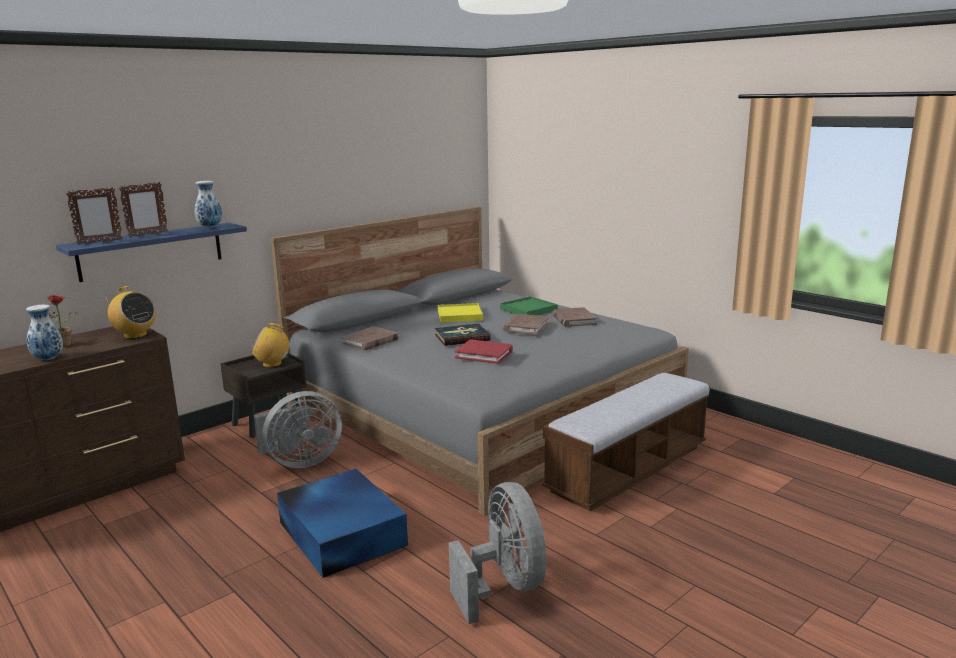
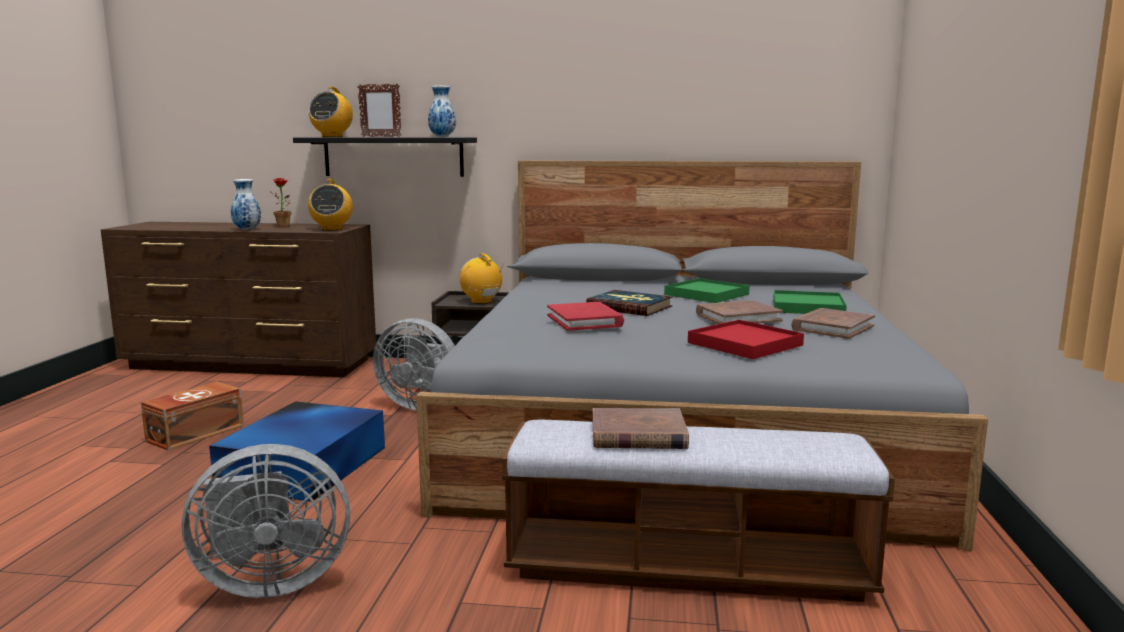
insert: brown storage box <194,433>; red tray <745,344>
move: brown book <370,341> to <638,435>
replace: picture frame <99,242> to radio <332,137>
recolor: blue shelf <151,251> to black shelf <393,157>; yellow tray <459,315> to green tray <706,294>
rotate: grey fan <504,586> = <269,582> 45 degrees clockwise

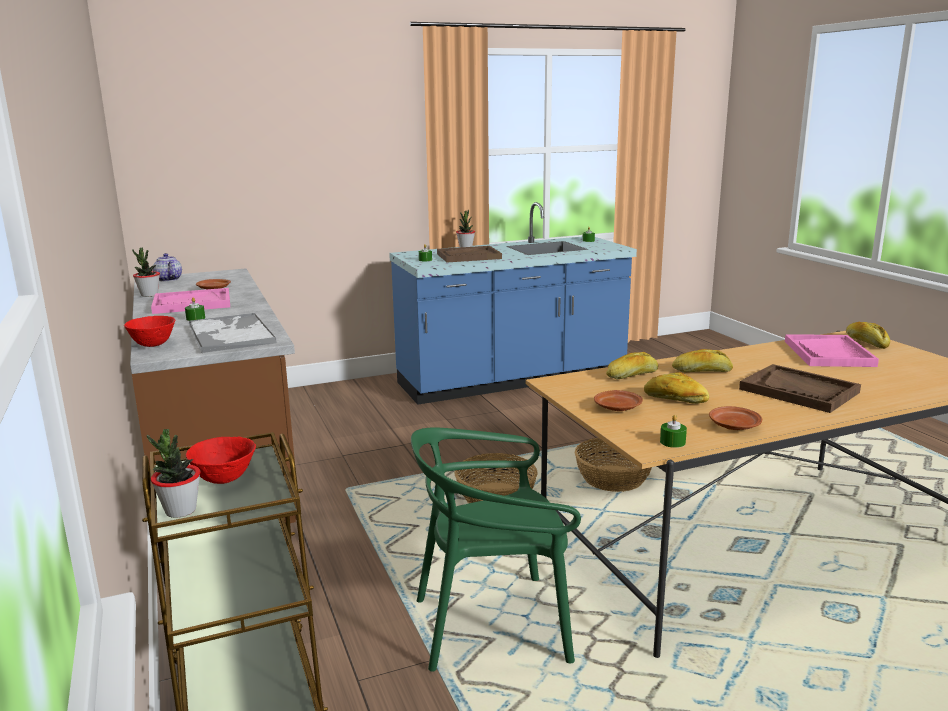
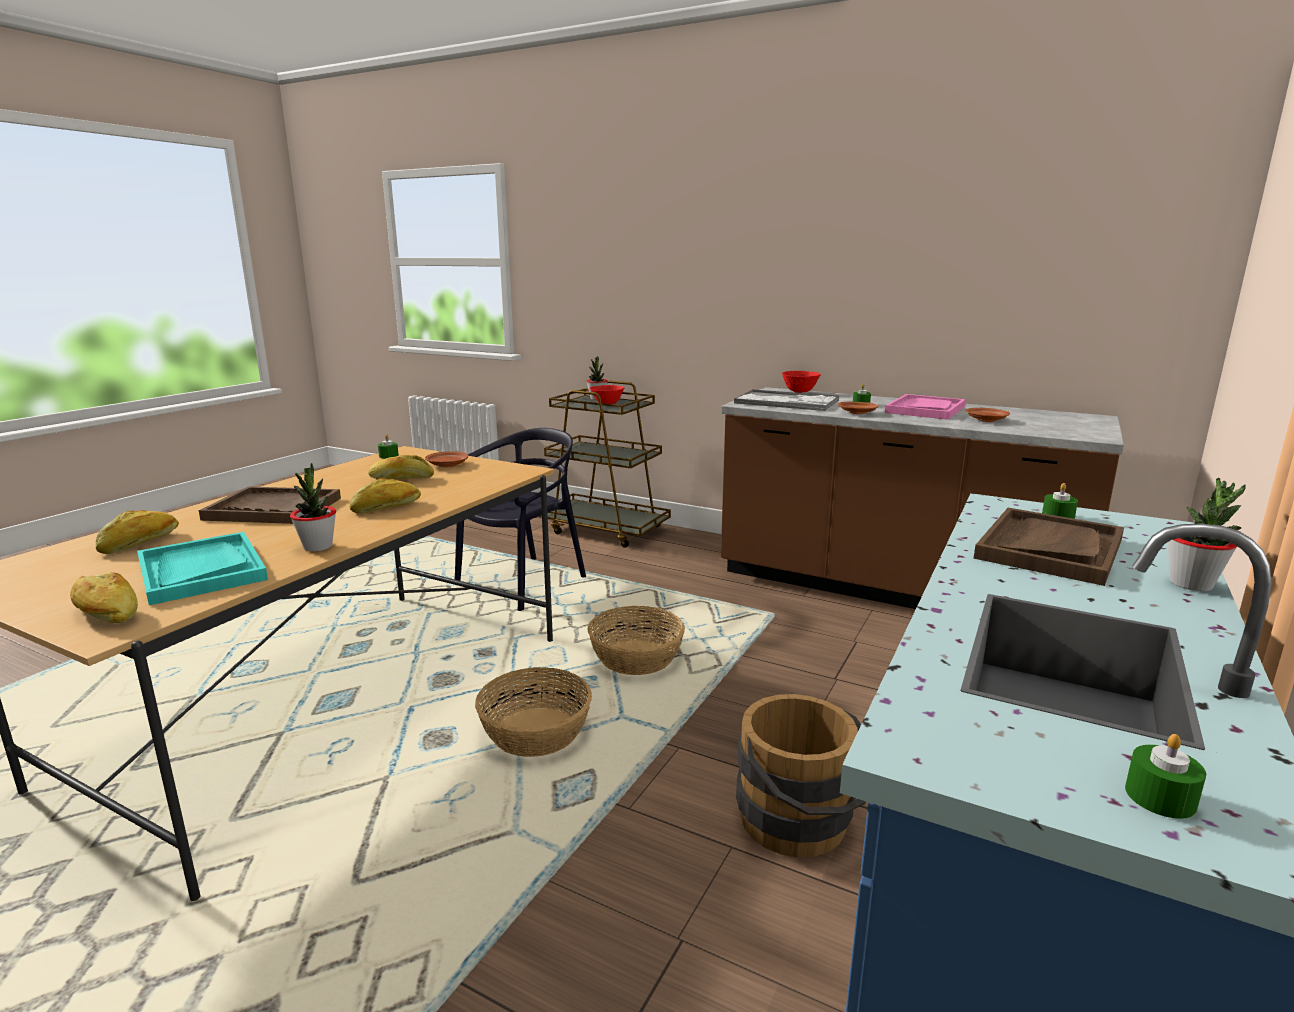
delete: teapot <168,279>
insert: brown bucket <801,825>
move: potted plant <149,295> to <318,547>; bread <632,375> to <140,543>; brown plate <734,426> to <858,413>
recolor: green chair <492,625> to black chair <522,582>; pink tray <829,353> to turquoise tray <201,570>

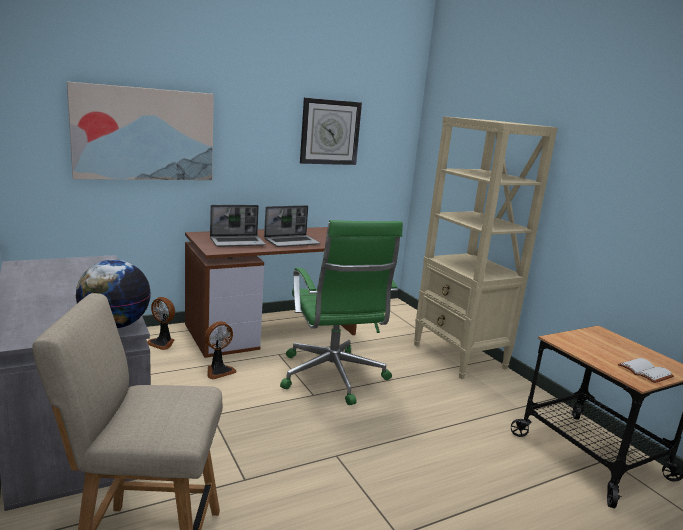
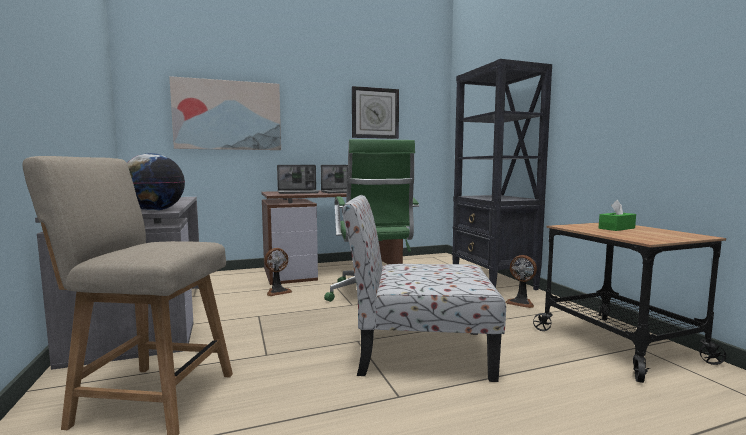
delete: white book <643,371>
insert: chair <419,352>; green tissue box <616,228>
move: fan <162,343> to <521,302>
recolor: beige bookcase <459,357> to black bookcase <493,283>

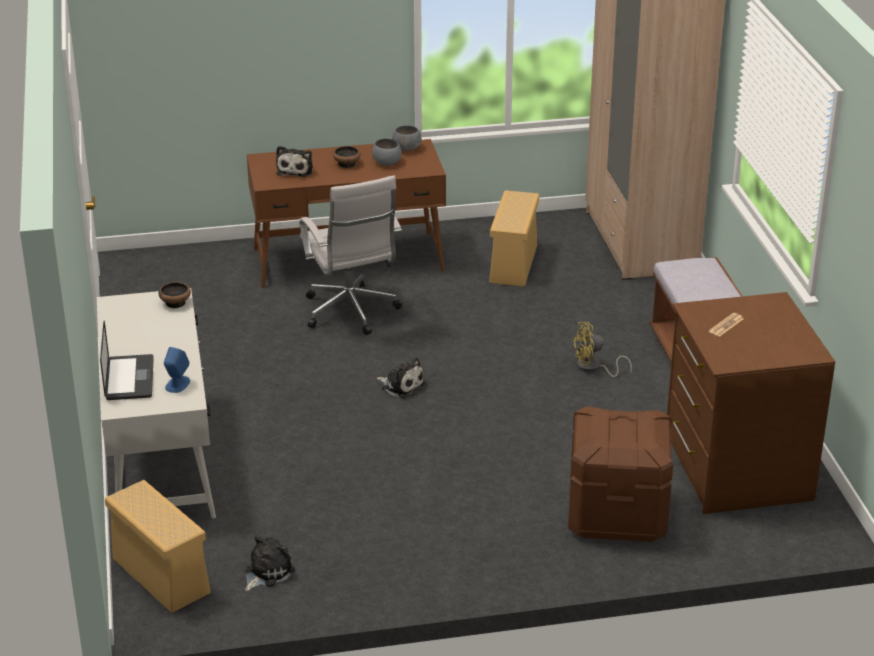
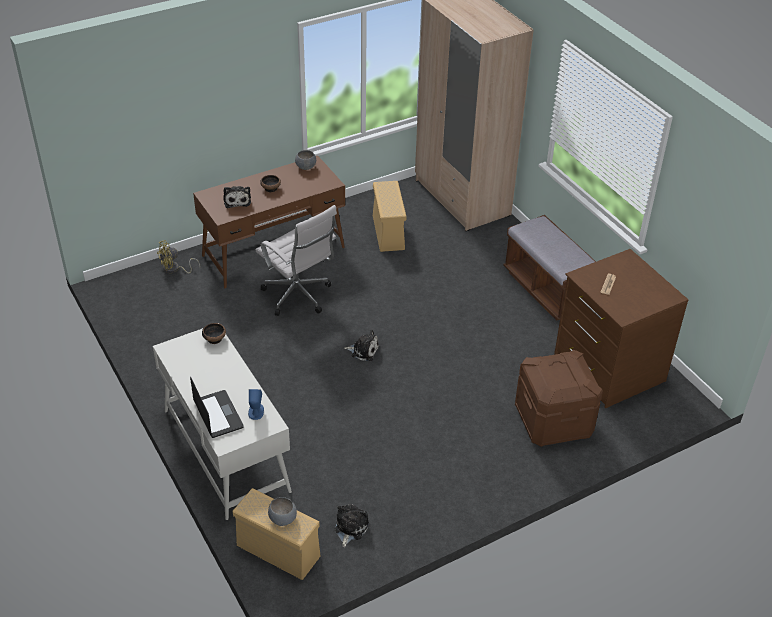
move: grey bowl <386,163> to <283,519>; yellow fan <593,368> to <174,269>

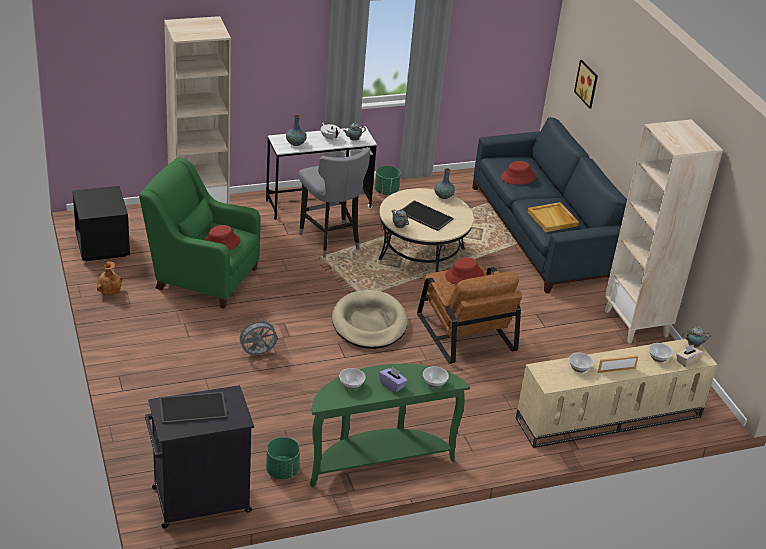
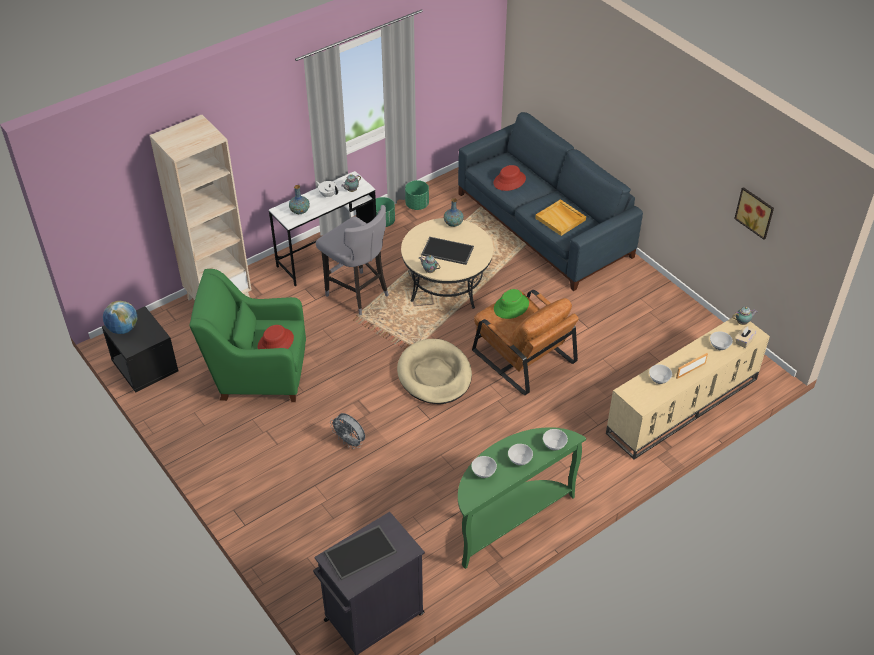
delete: brown vase <109,292>; beige bookcase <636,324>
insert: globe <123,329>
move: green planter <282,471> to <417,205>; picture <588,83> to <755,212>
replace: purple tissue box <392,385> to bowl <519,460>
recolor: red hat <464,276> to green hat <511,306>
rotate: grey fan <257,354> = <350,442> 105 degrees counterclockwise

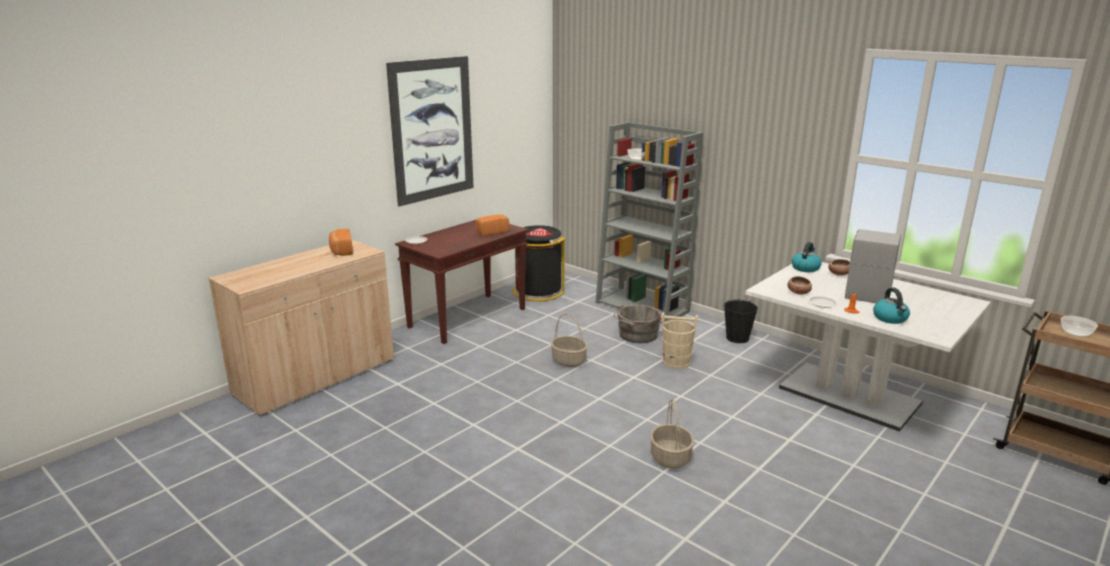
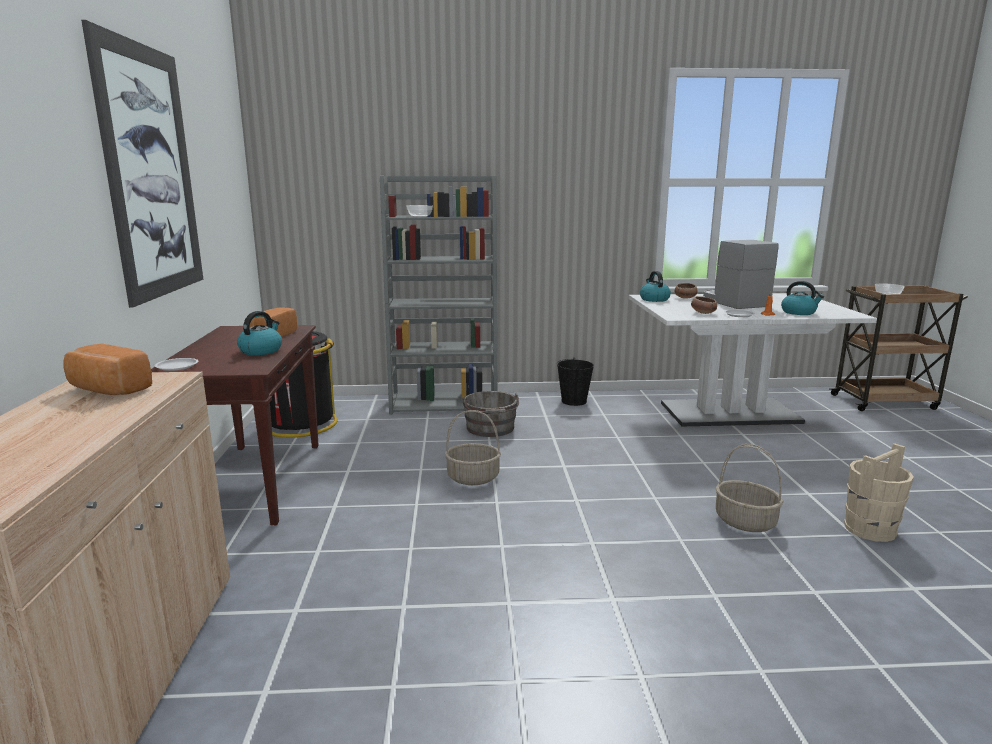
insert: kettle <261,350>
move: beige bucket <676,362> to <870,529>

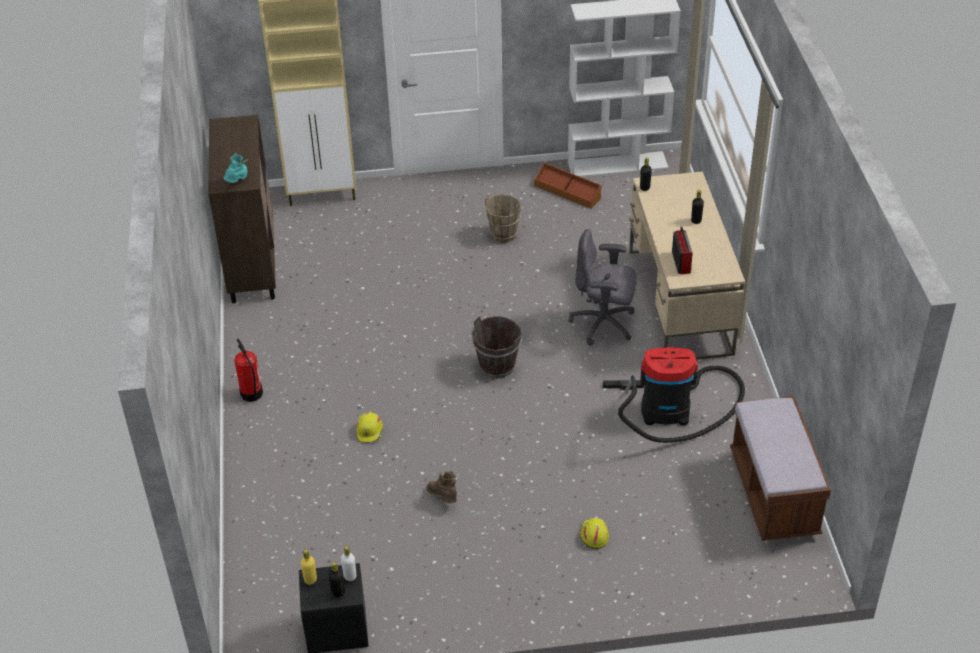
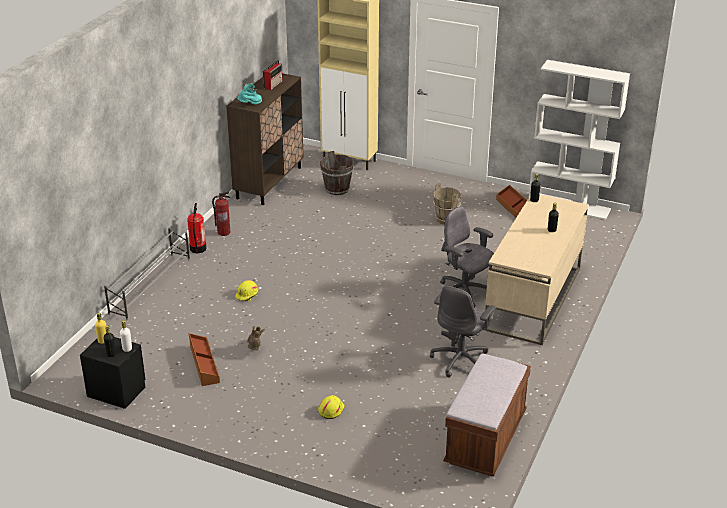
insert: grey shoe rack <151,286>; brown storage box <203,364>; fire extinguisher <224,232>
move: brown bucket <497,366> to <337,189>; radio <681,261> to <273,84>
replace: vacuum cleaner <671,410> to grey office chair <461,360>

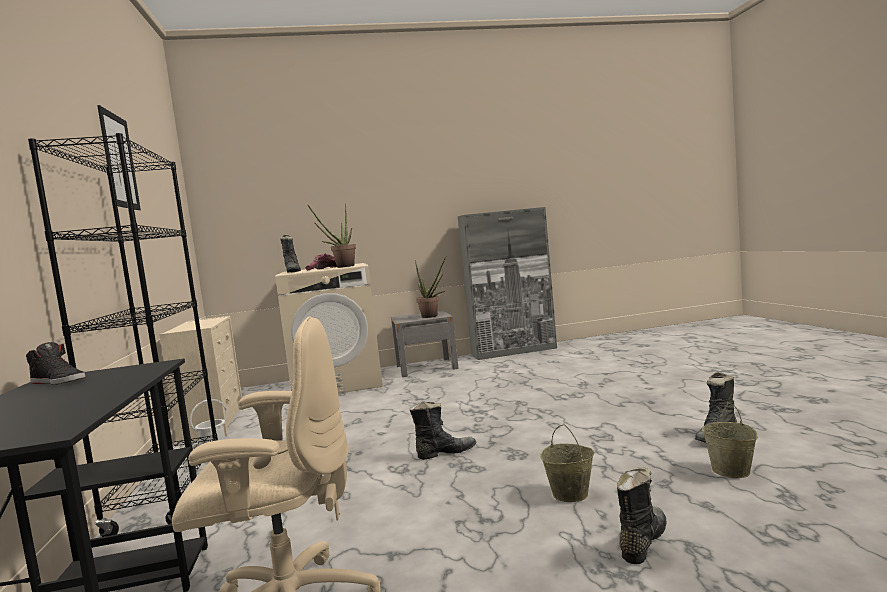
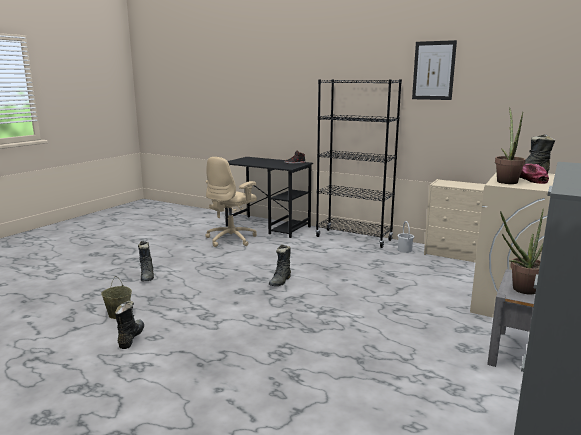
delete: beige bucket <569,494>

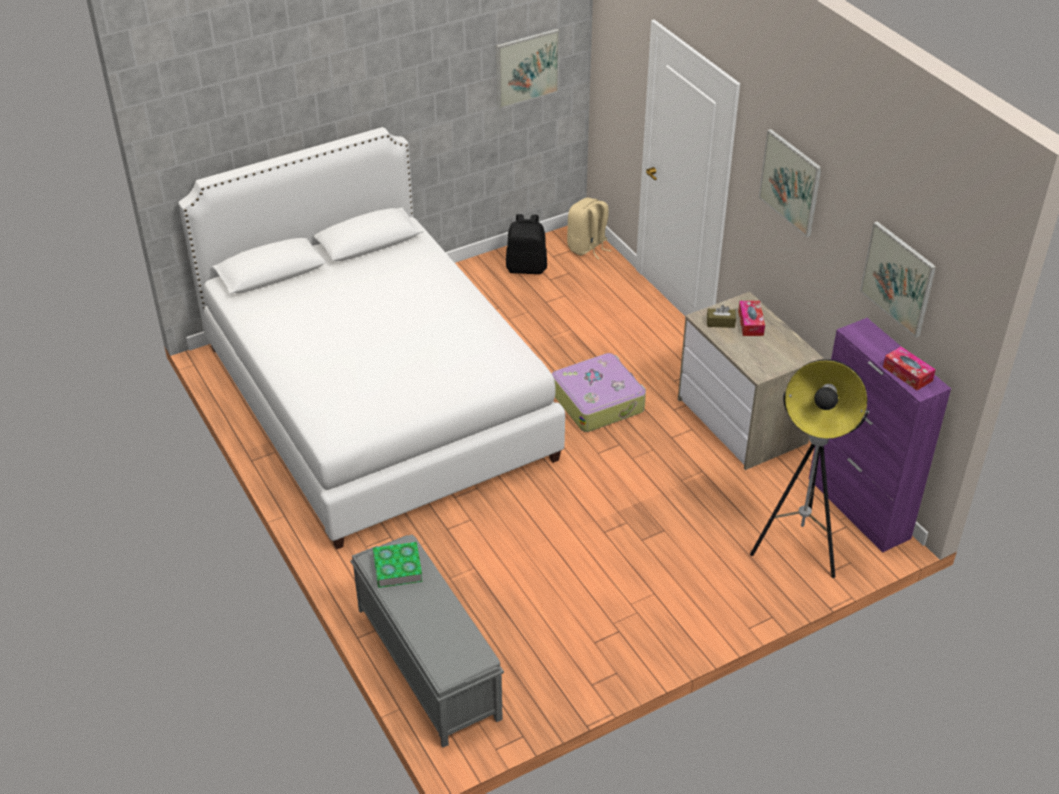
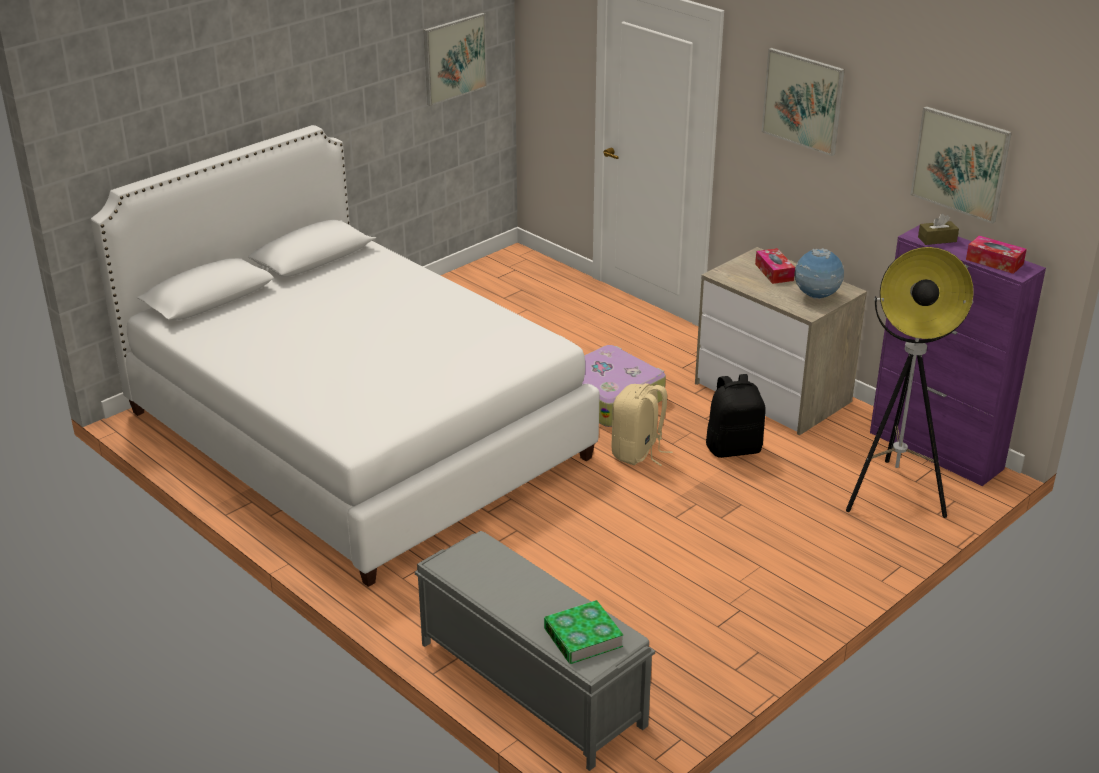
insert: globe <816,297>
move: book <397,568> to <583,637>; black backpack <526,268> to <734,448>; beige backpack <587,247> to <638,453>; brown tissue box <720,322> to <937,239>

